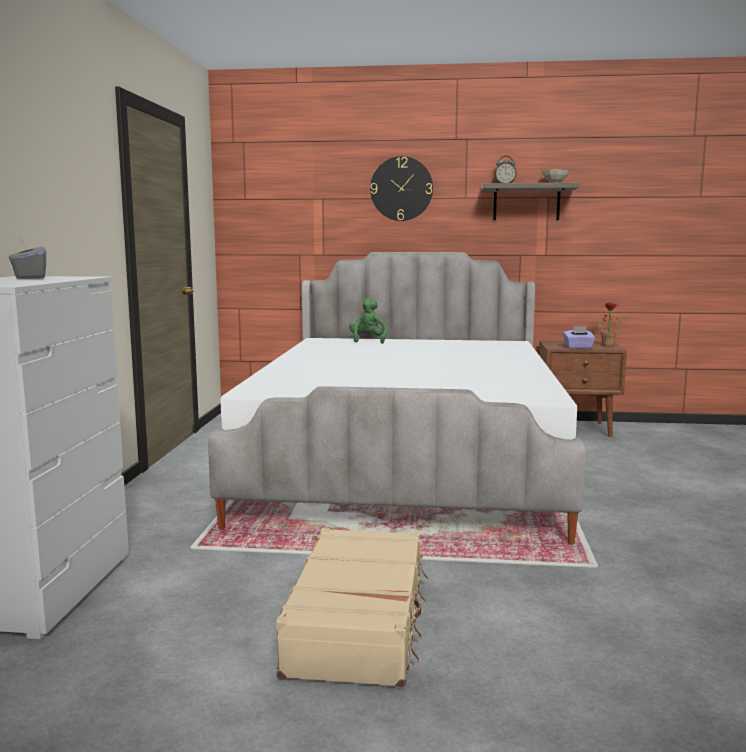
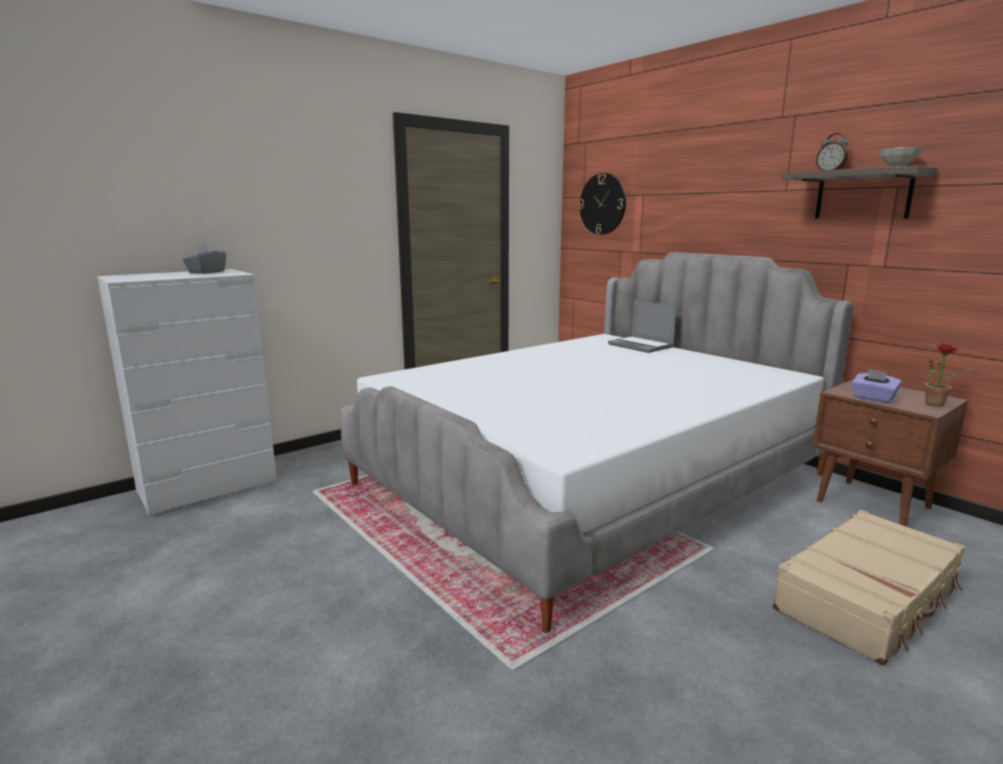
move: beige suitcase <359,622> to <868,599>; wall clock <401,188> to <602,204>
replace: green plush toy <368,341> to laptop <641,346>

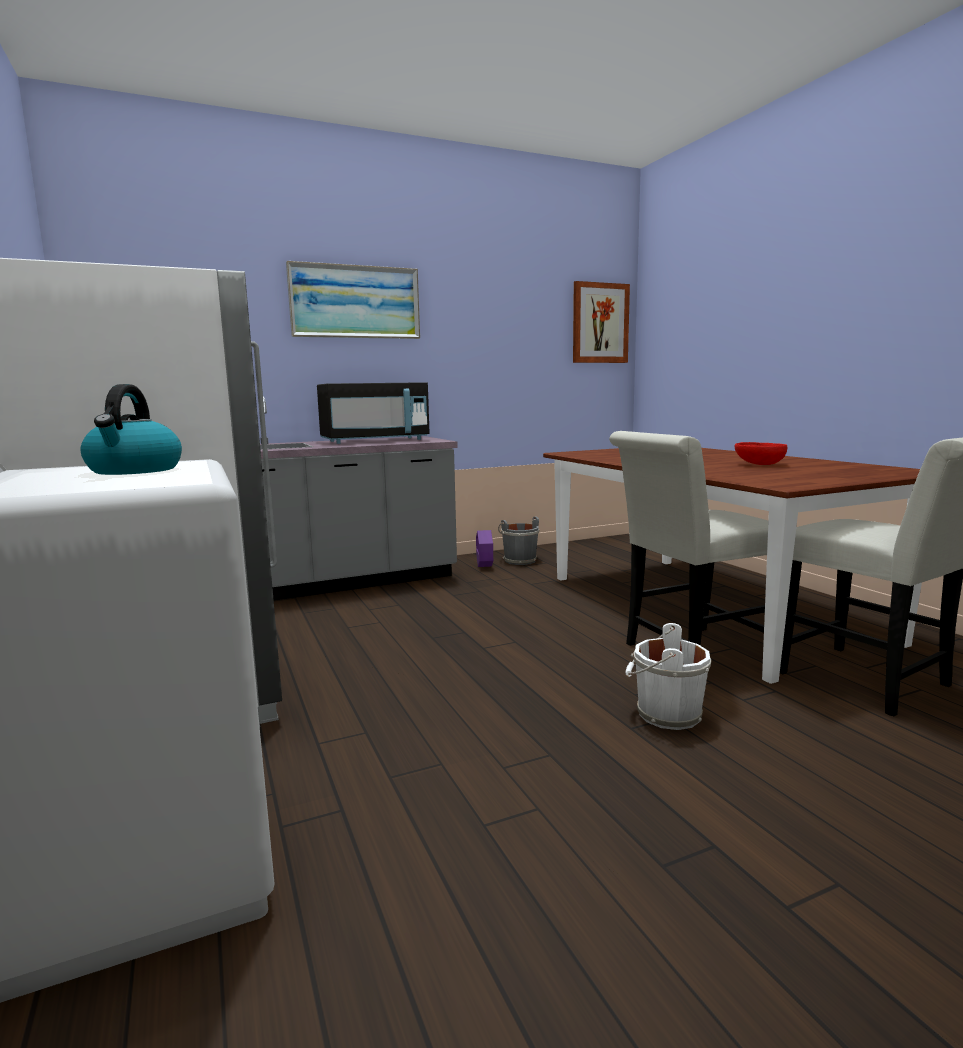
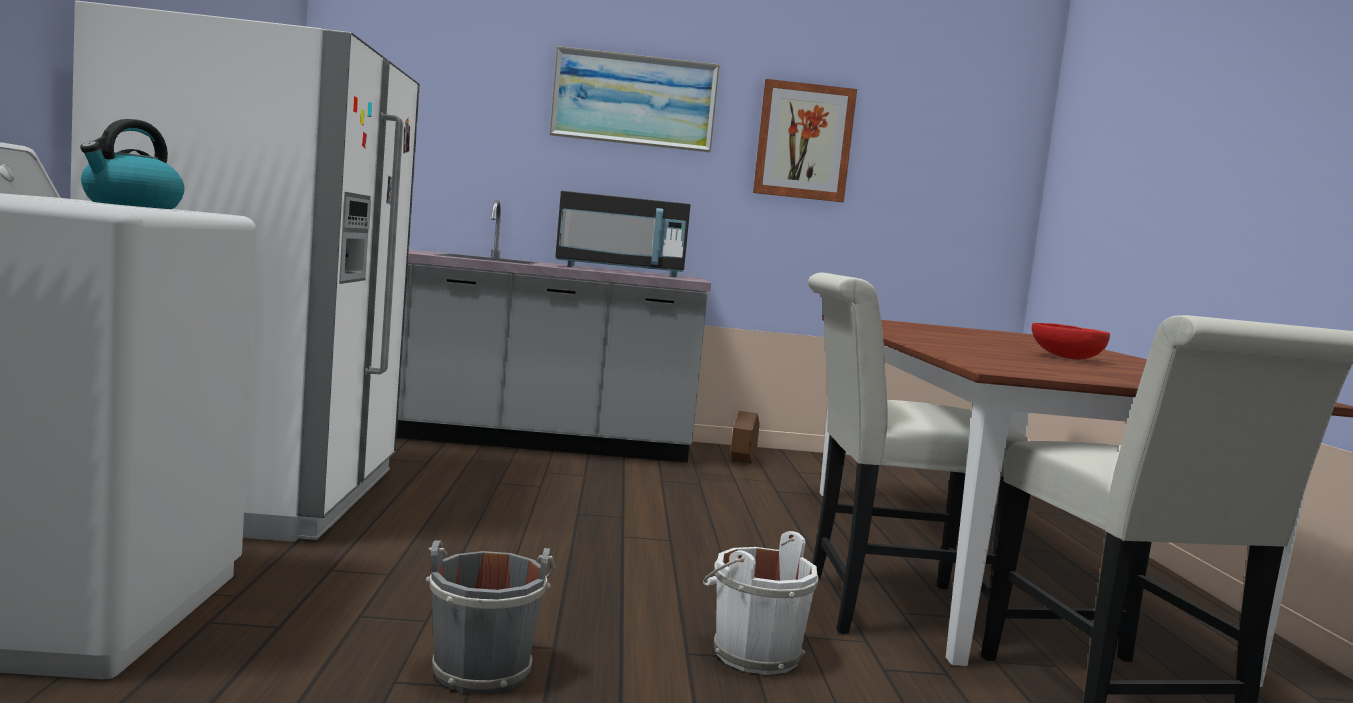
move: grey bucket <519,560> to <481,669>; picture <600,323> to <804,141>
recolor: purple planter <484,566> to brown planter <742,462>

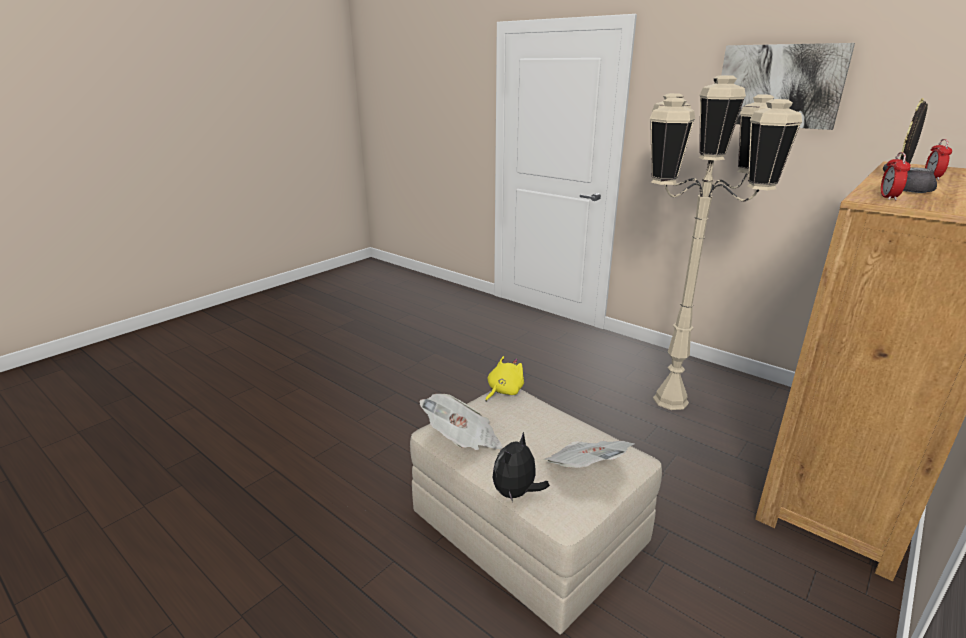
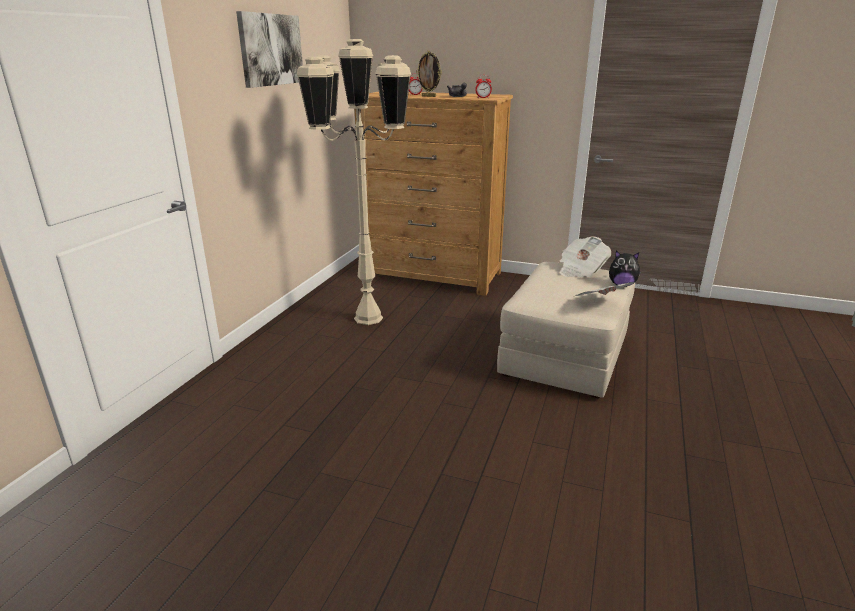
delete: yellow plush toy <503,391>

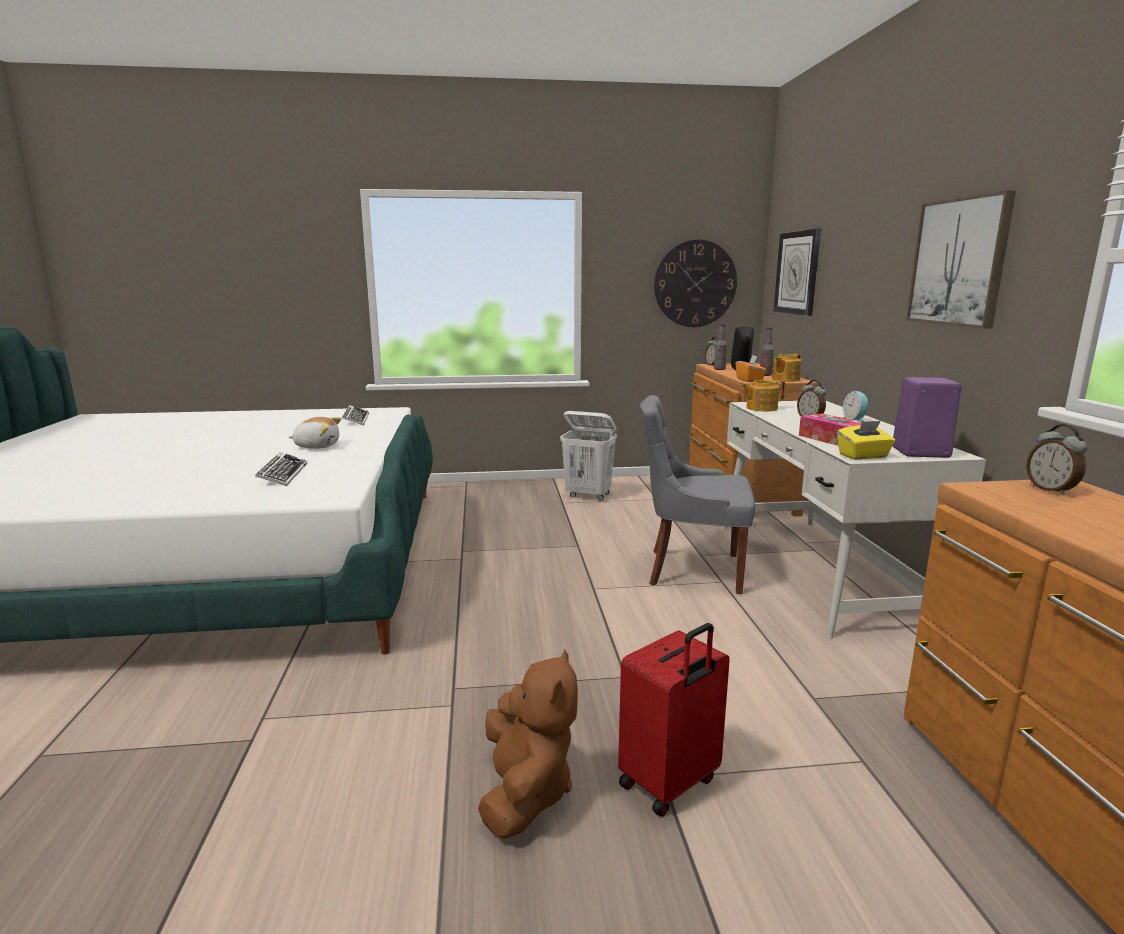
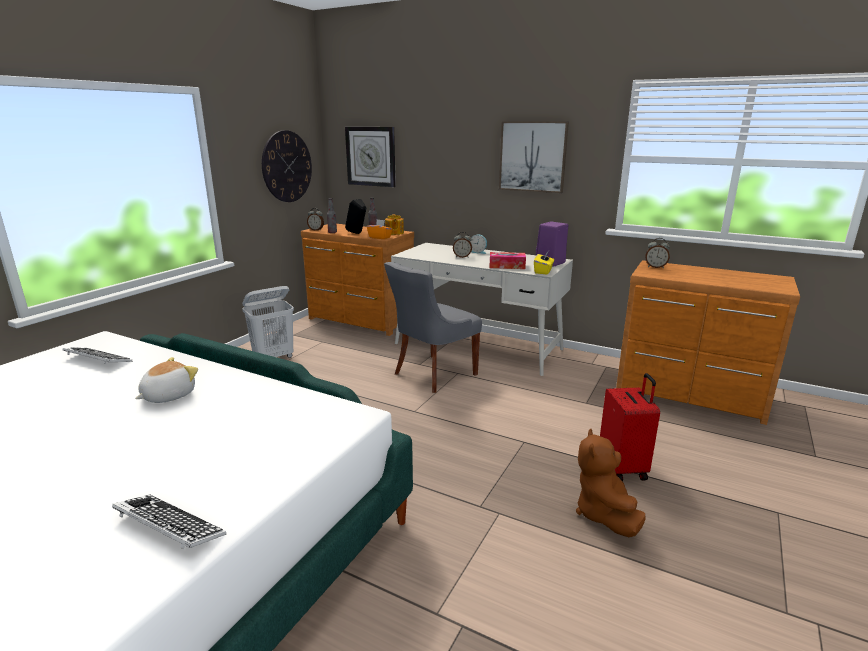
delete: teapot <760,408>
move: keyboard <282,474> to <169,527>
rotate: brown plush toy <525,792> = <604,514> 120 degrees counterclockwise

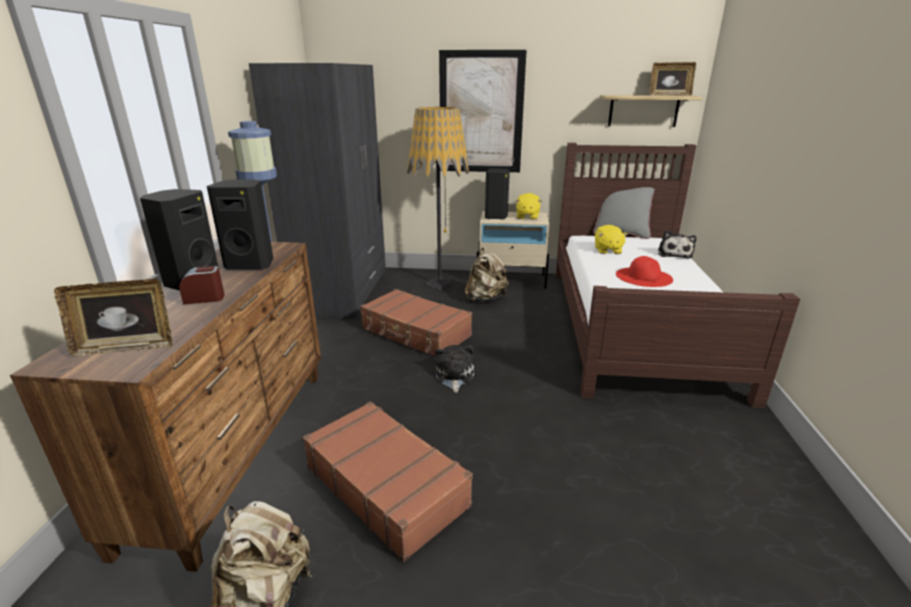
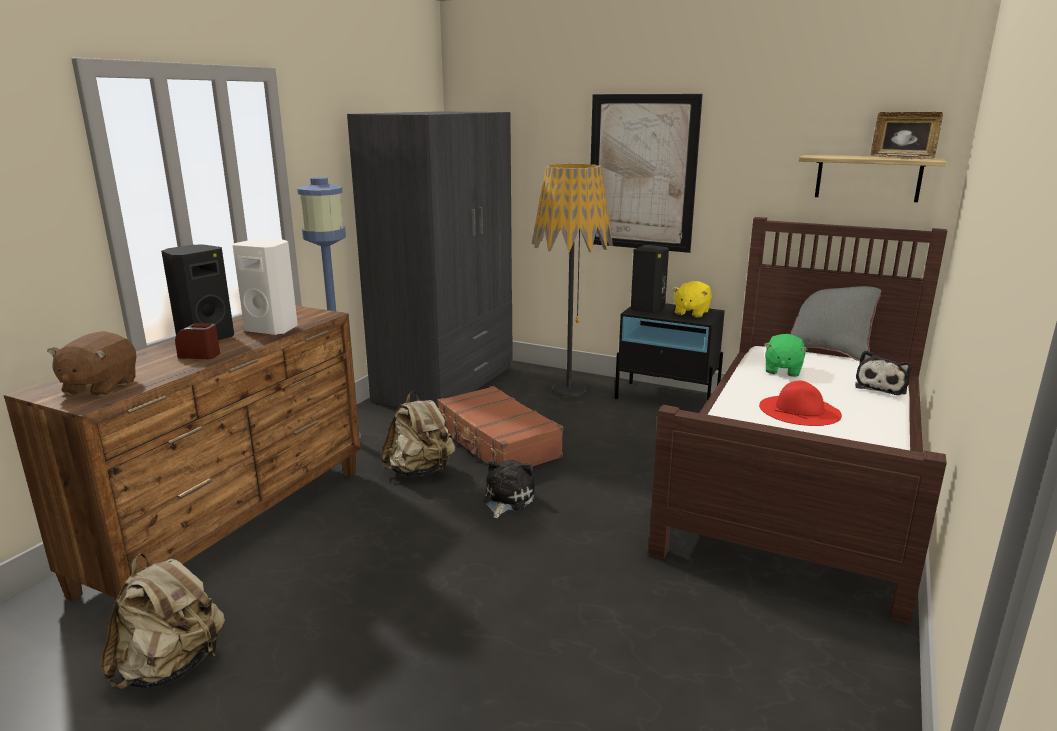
delete: brown suitcase <387,485>
move: beige backpack <486,299> to <420,471>
replace: picture frame <126,347> to brown plush toy <99,387>
recolor: black speaker <251,264> to white speaker <273,329>; beige nightstand <511,280> to black nightstand <667,398>; yellow plush toy <607,250> to green plush toy <782,370>

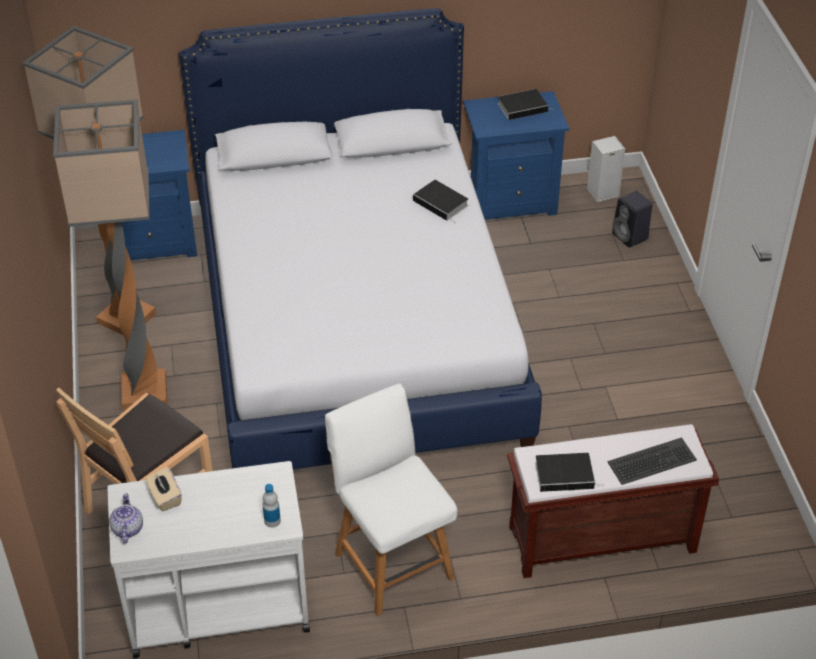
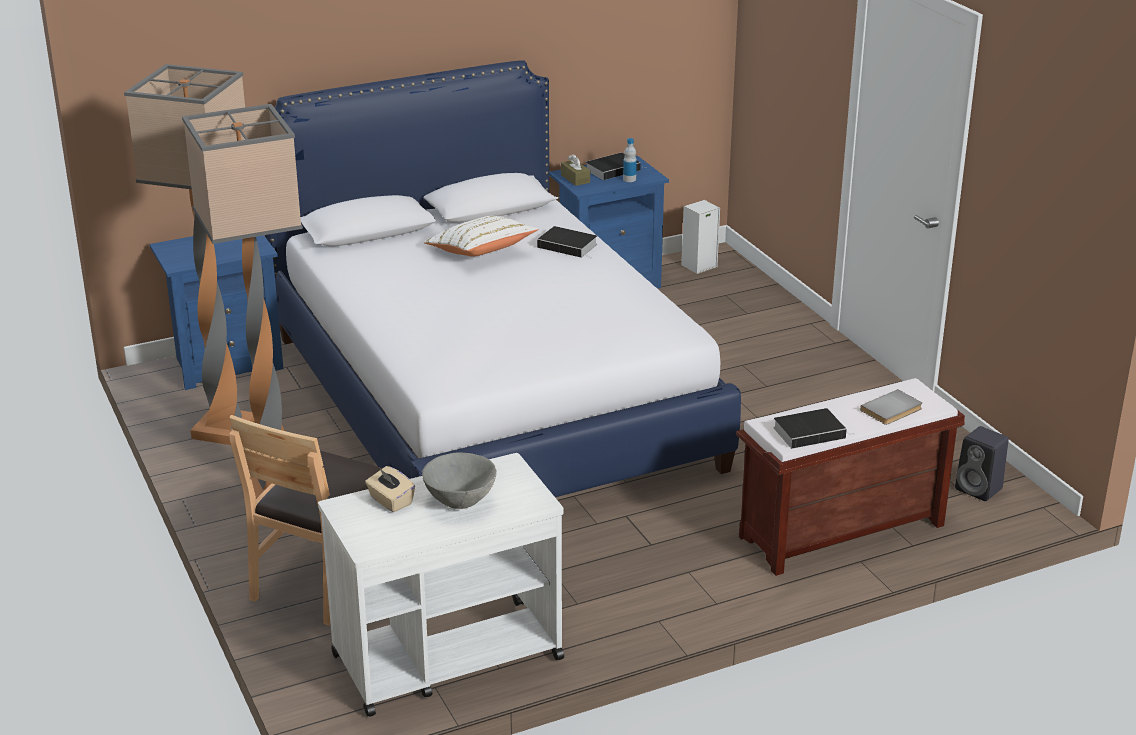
delete: teapot <127,528>; white chair <392,562>
insert: grey bowl <460,502>; white pillow <481,252>; brown tissue box <575,179>
move: bottle <272,521> to <629,179>; black speaker <631,237> to <980,489>
replace: keyboard <652,462> to grey book <893,410>

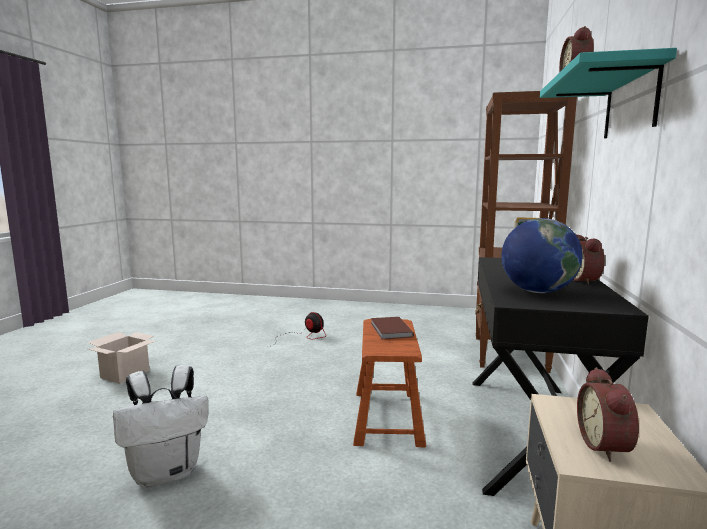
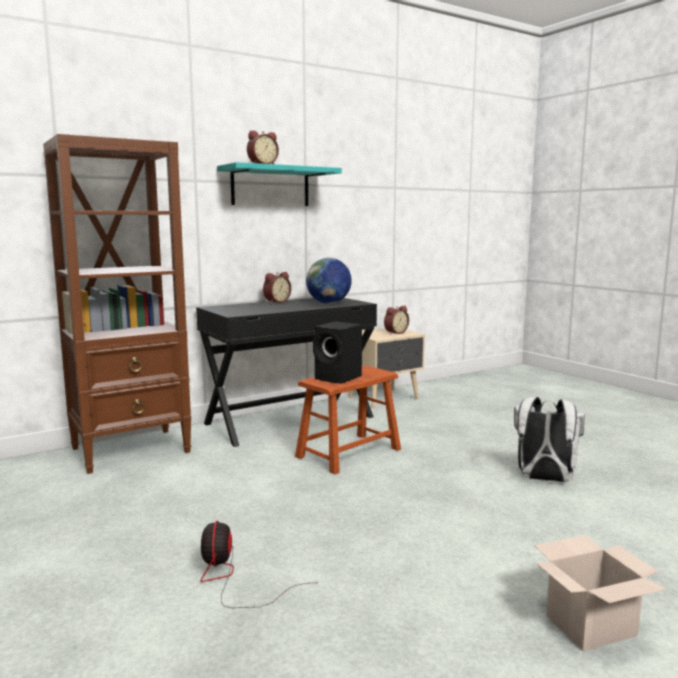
replace: brown book <390,330> to black speaker <339,378>

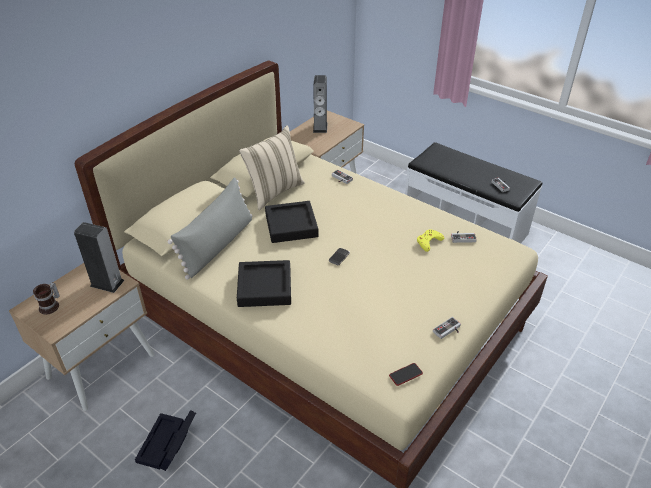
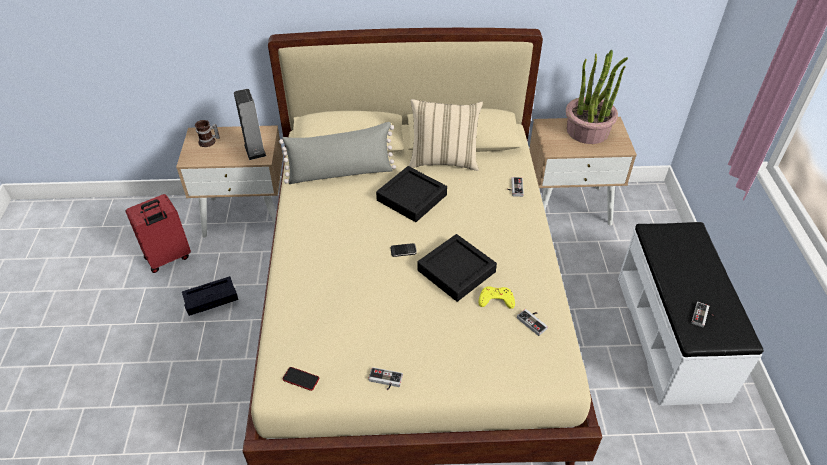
insert: red suitcase <168,258>
move: black tray <264,287> to <456,271>
replace: speaker <320,127> to potted plant <587,131>

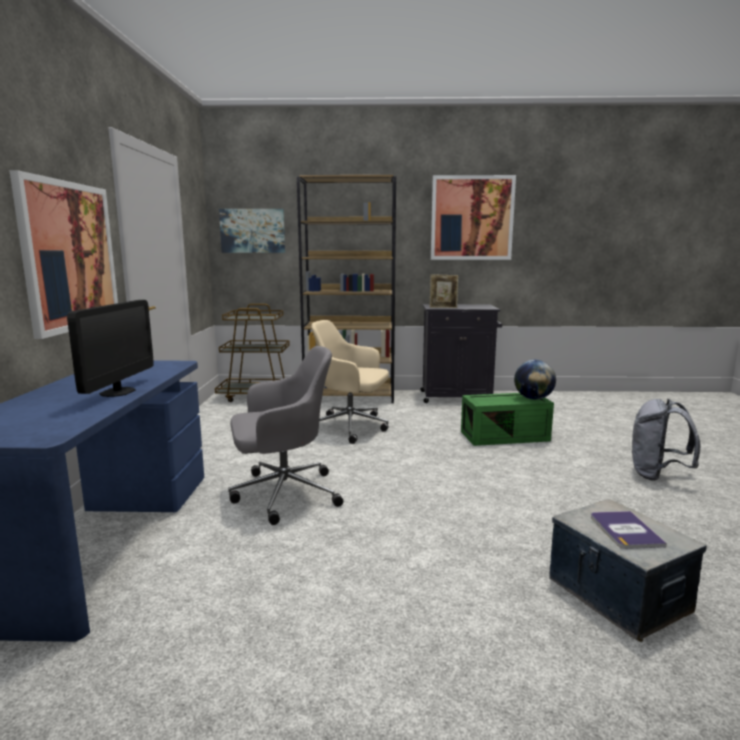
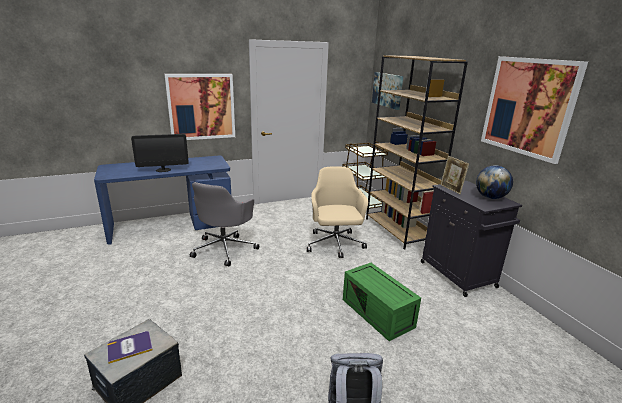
move: globe <533,398> to <490,197>
rotate: grey office chair <283,494> = <225,248> 60 degrees clockwise

